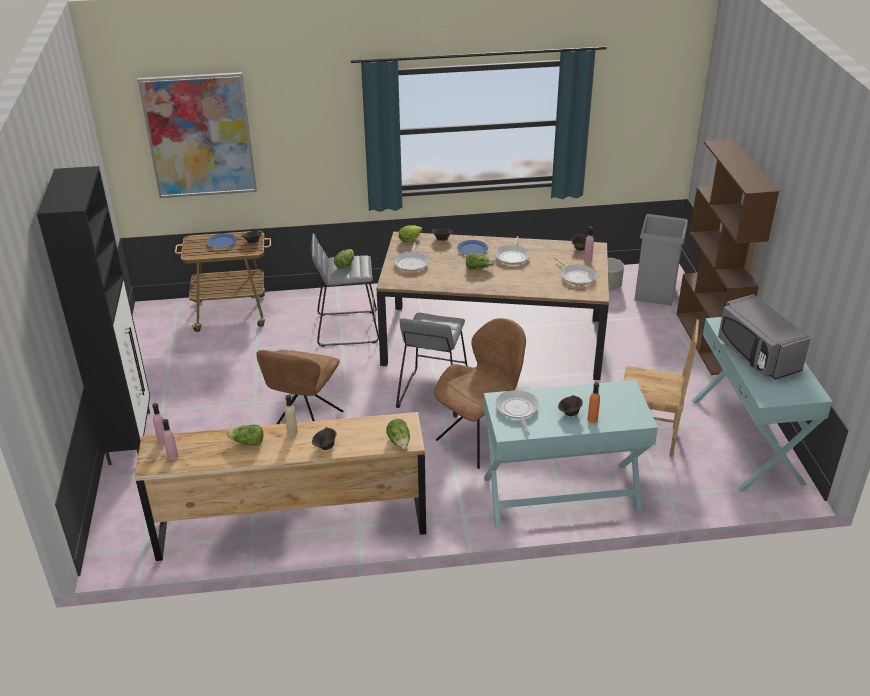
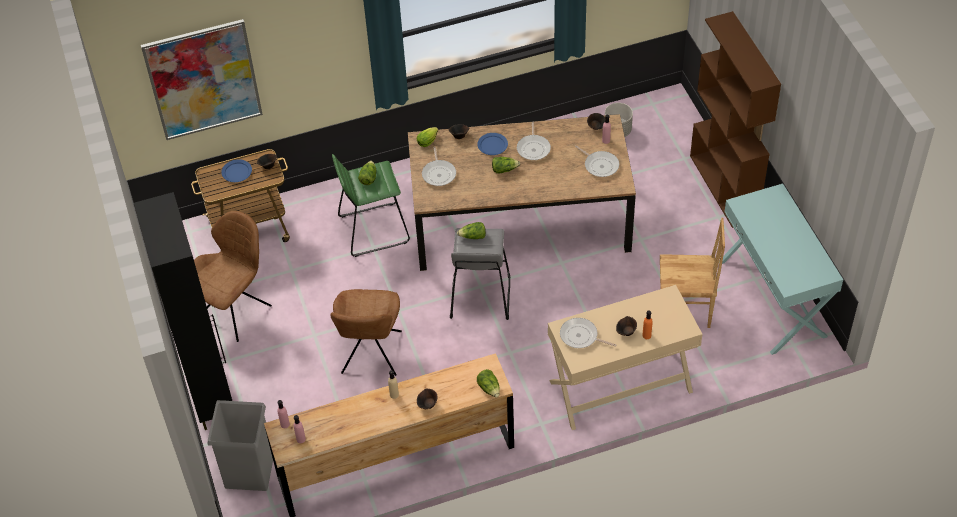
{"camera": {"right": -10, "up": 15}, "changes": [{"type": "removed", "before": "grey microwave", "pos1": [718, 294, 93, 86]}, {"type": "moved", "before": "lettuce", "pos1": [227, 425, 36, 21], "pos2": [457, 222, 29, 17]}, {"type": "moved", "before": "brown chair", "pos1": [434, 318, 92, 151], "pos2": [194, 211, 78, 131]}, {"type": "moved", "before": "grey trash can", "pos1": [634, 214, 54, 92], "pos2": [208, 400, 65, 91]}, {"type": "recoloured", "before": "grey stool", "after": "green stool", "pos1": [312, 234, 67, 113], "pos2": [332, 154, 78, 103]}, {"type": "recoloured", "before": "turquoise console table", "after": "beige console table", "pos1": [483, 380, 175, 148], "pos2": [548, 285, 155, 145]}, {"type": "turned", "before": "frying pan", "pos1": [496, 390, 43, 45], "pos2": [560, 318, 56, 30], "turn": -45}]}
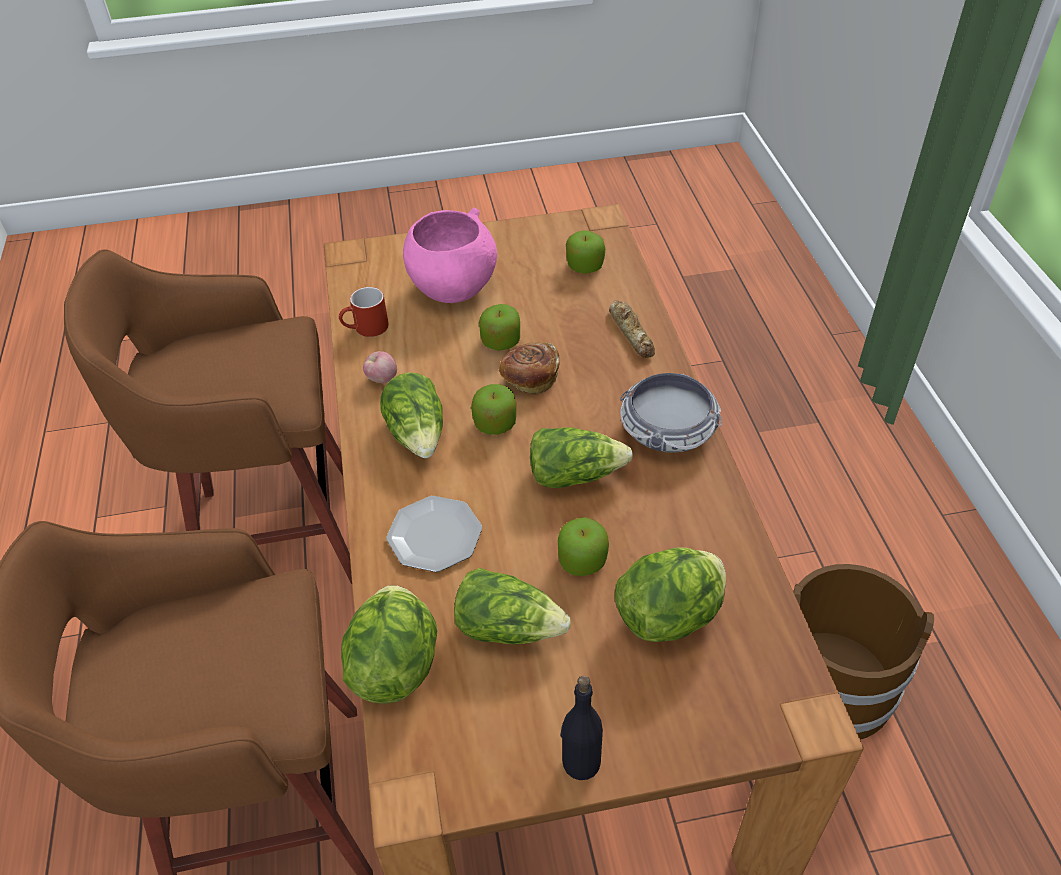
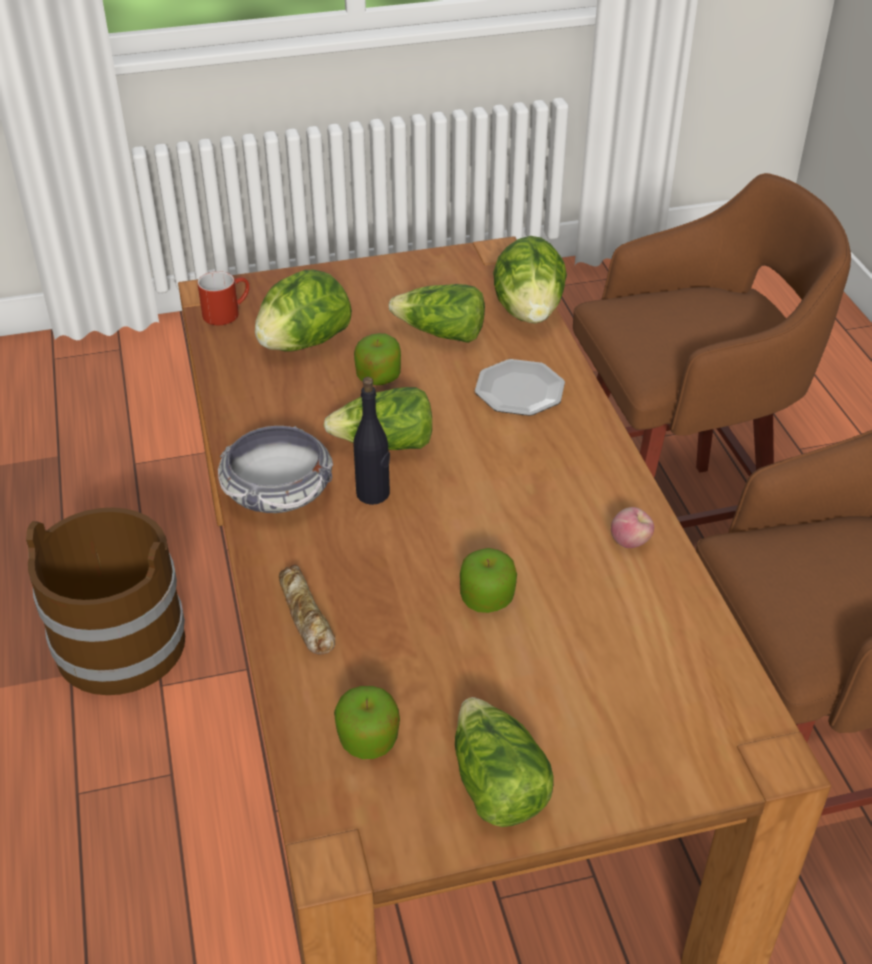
{"camera": {"right": 175, "up": -5}, "changes": [{"type": "removed", "before": "pink bowl", "pos1": [403, 208, 94, 95]}, {"type": "removed", "before": "apple", "pos1": [471, 384, 45, 51]}, {"type": "removed", "before": "bread", "pos1": [499, 342, 60, 53]}, {"type": "moved", "before": "red mug", "pos1": [339, 287, 50, 50], "pos2": [197, 271, 53, 54]}, {"type": "moved", "before": "lettuce", "pos1": [380, 372, 63, 86], "pos2": [455, 697, 99, 130]}, {"type": "moved", "before": "black bottle", "pos1": [561, 676, 42, 104], "pos2": [353, 377, 37, 128]}]}
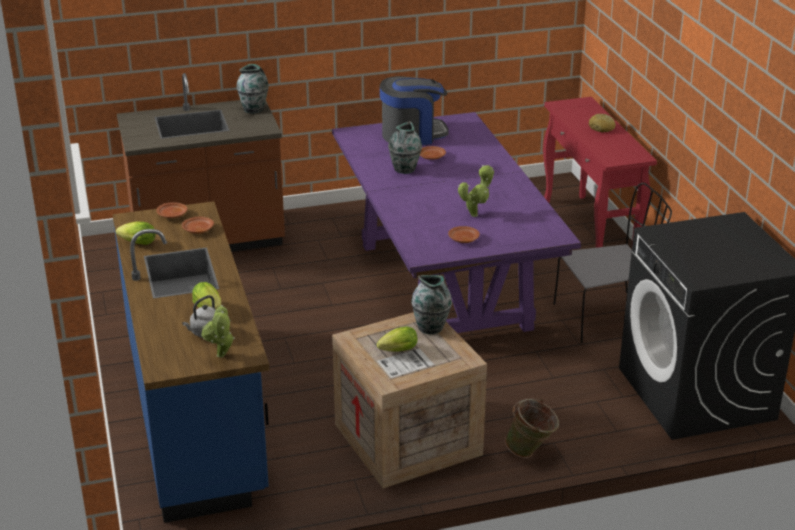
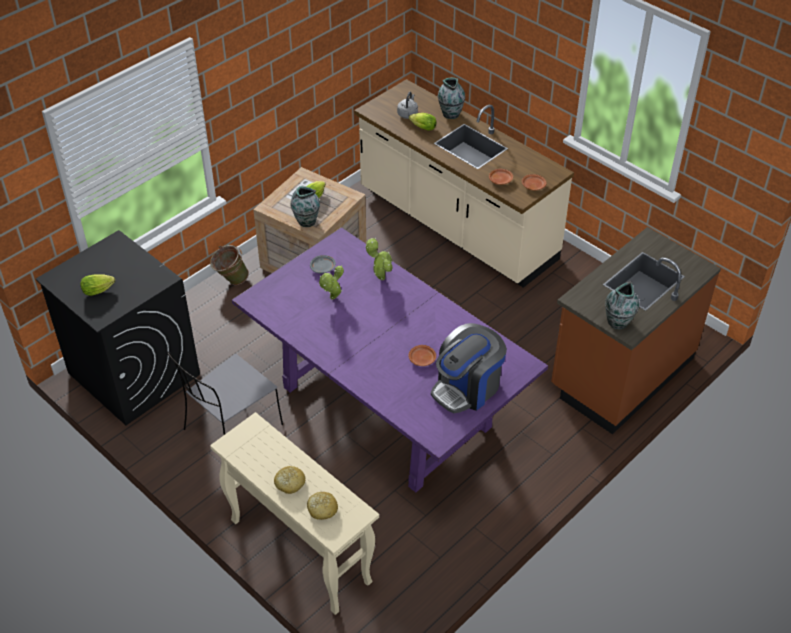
{"camera": {"right": 150, "up": 15}, "changes": [{"type": "added", "after": "bread", "pos2": [307, 492, 31, 28]}, {"type": "moved", "before": "lettuce", "pos1": [116, 222, 40, 23], "pos2": [80, 274, 35, 22]}, {"type": "moved", "before": "potted plant", "pos1": [201, 305, 34, 53], "pos2": [366, 238, 27, 42]}, {"type": "moved", "before": "vase", "pos1": [388, 121, 34, 53], "pos2": [438, 77, 27, 42]}, {"type": "recoloured", "before": "blue counter", "after": "beige counter", "pos1": [112, 201, 157, 322], "pos2": [354, 79, 220, 209]}, {"type": "recoloured", "before": "brown plate", "after": "grey plate", "pos1": [448, 226, 32, 17], "pos2": [310, 255, 26, 18]}, {"type": "recoloured", "before": "red console table", "after": "beige console table", "pos1": [543, 97, 114, 151], "pos2": [210, 412, 169, 203]}]}
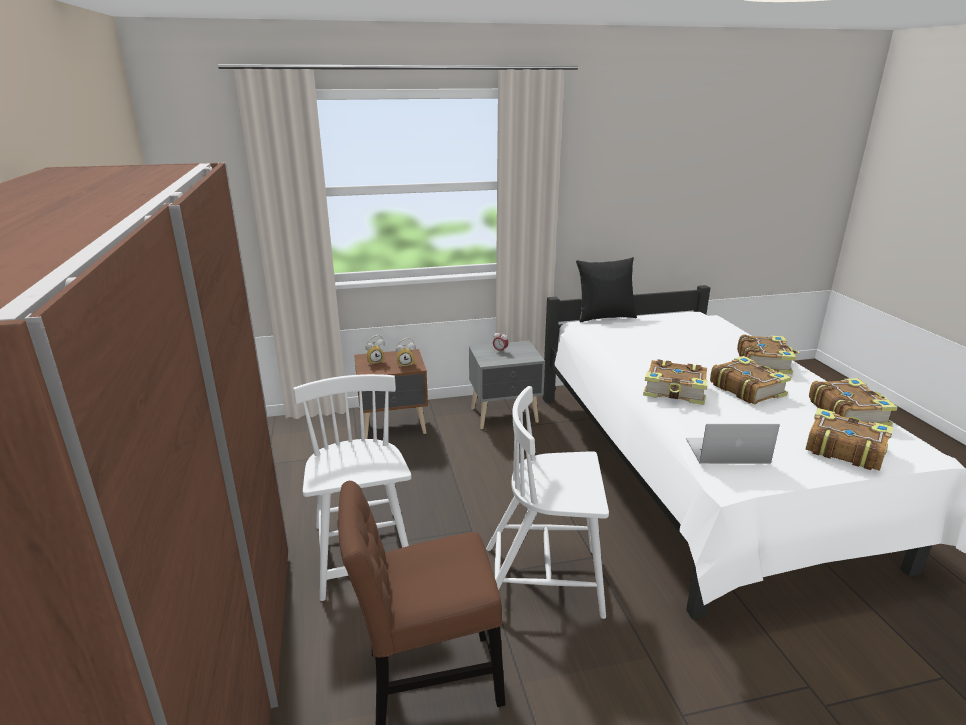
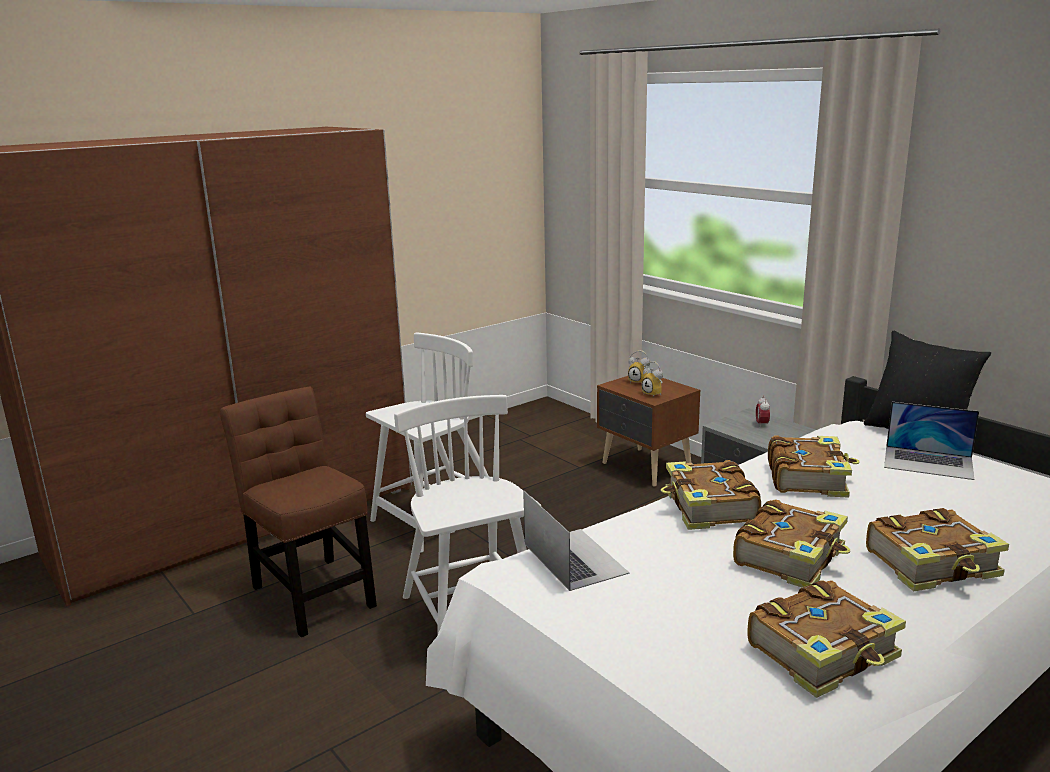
{"camera": {"right": 65, "up": -5}, "changes": [{"type": "added", "after": "laptop", "pos2": [884, 402, 95, 78]}, {"type": "moved", "before": "book", "pos1": [806, 408, 87, 63], "pos2": [768, 435, 92, 63]}]}
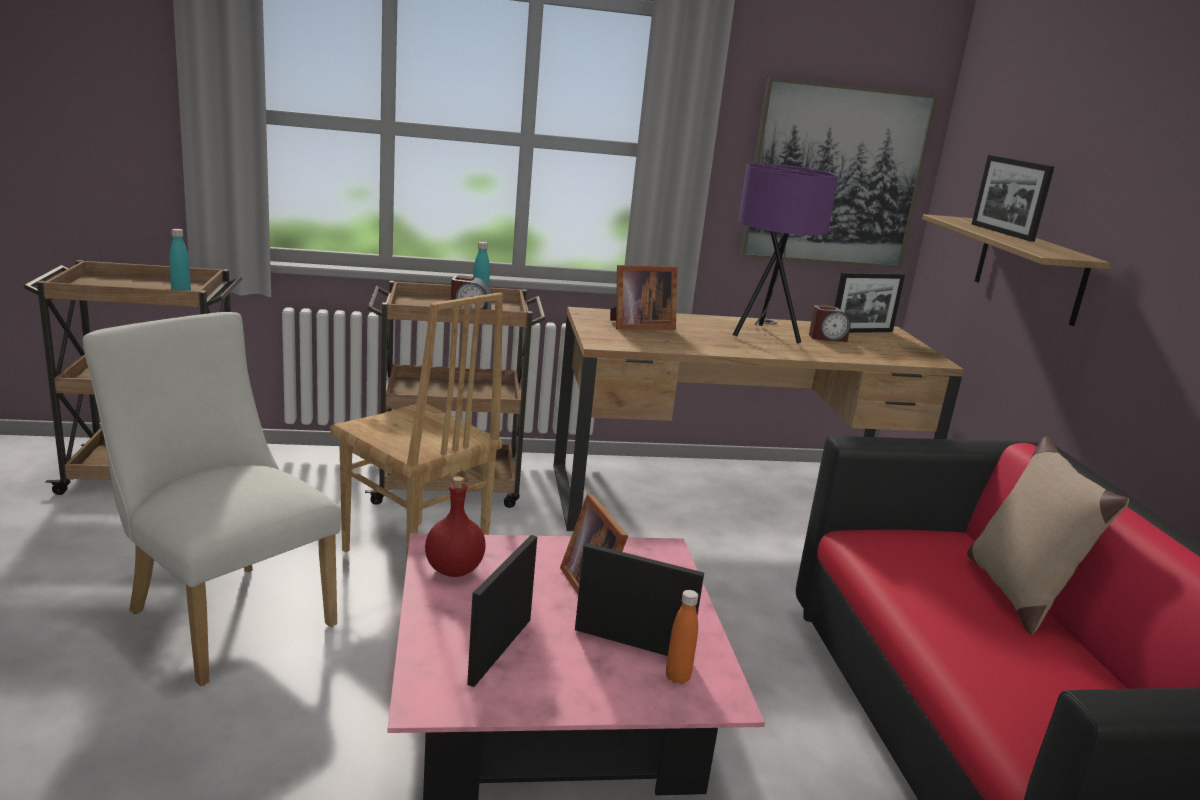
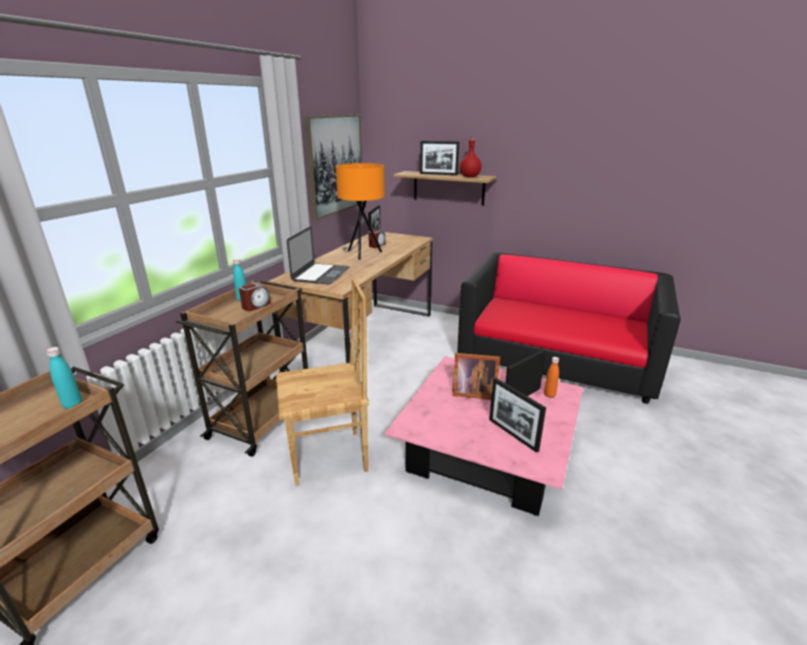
{"camera": {"right": -55, "up": 5}, "changes": [{"type": "removed", "before": "white chair", "pos1": [83, 312, 258, 374]}, {"type": "removed", "before": "beige pillow", "pos1": [967, 436, 162, 198]}, {"type": "moved", "before": "red bottle", "pos1": [425, 477, 61, 100], "pos2": [460, 137, 22, 40]}, {"type": "replaced", "before": "picture frame", "after": "laptop", "pos1": [610, 265, 67, 65], "pos2": [287, 226, 63, 58]}, {"type": "recoloured", "before": "purple table lamp", "after": "orange table lamp", "pos1": [733, 163, 106, 181], "pos2": [335, 163, 50, 97]}]}
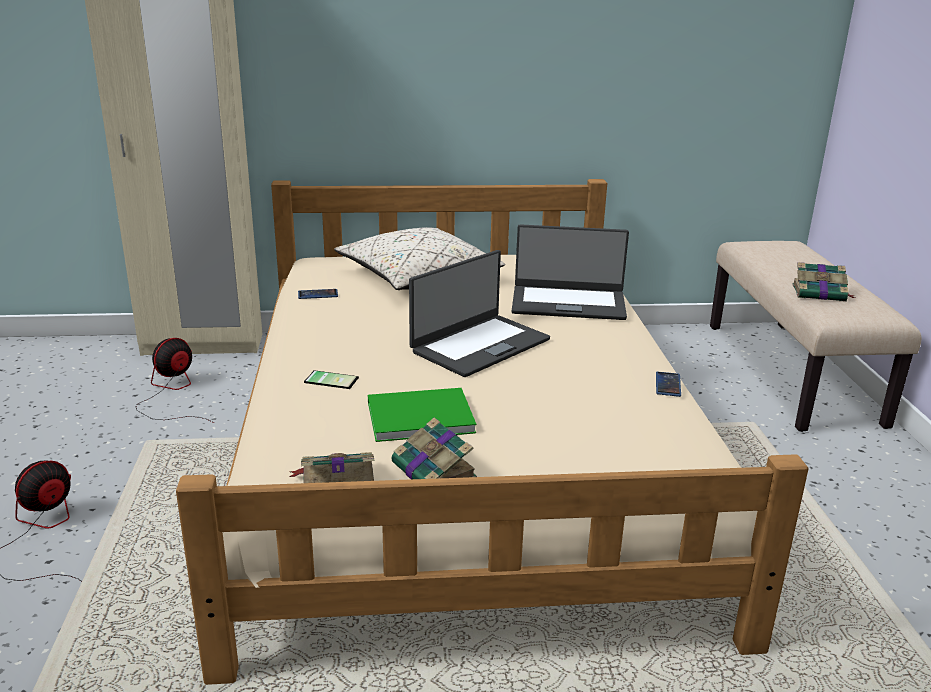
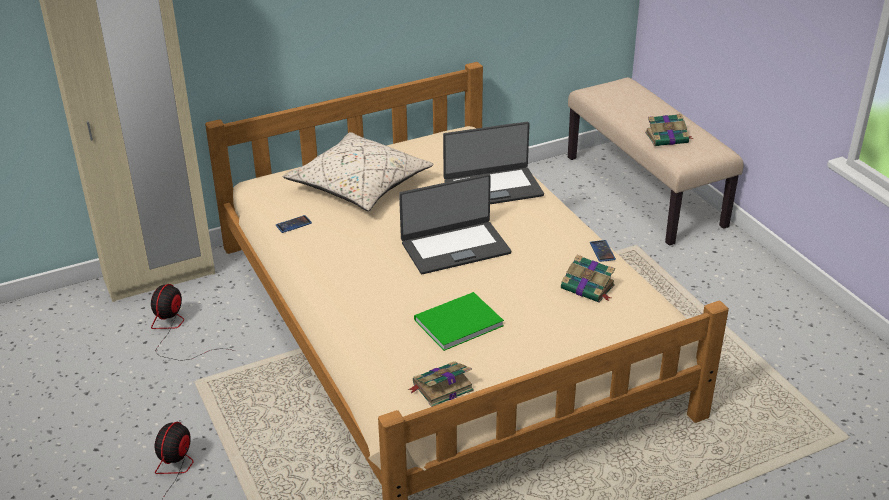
{"camera": {"right": -20, "up": 10}, "changes": [{"type": "removed", "before": "phone", "pos1": [304, 370, 55, 19]}, {"type": "moved", "before": "book", "pos1": [391, 418, 86, 61], "pos2": [561, 255, 54, 47]}, {"type": "turned", "before": "laptop", "pos1": [409, 250, 141, 127], "pos2": [399, 174, 112, 100], "turn": 45}]}
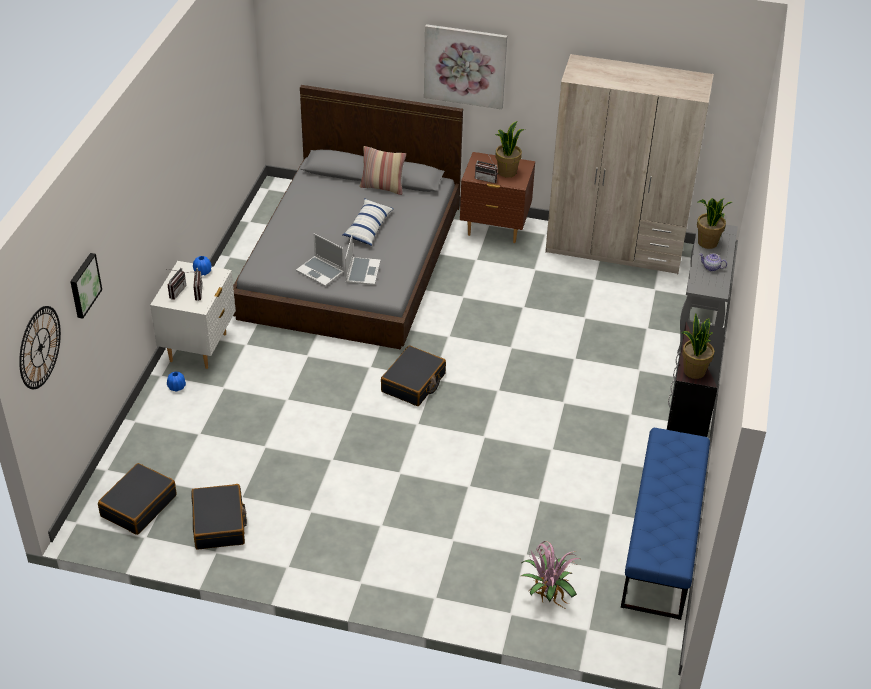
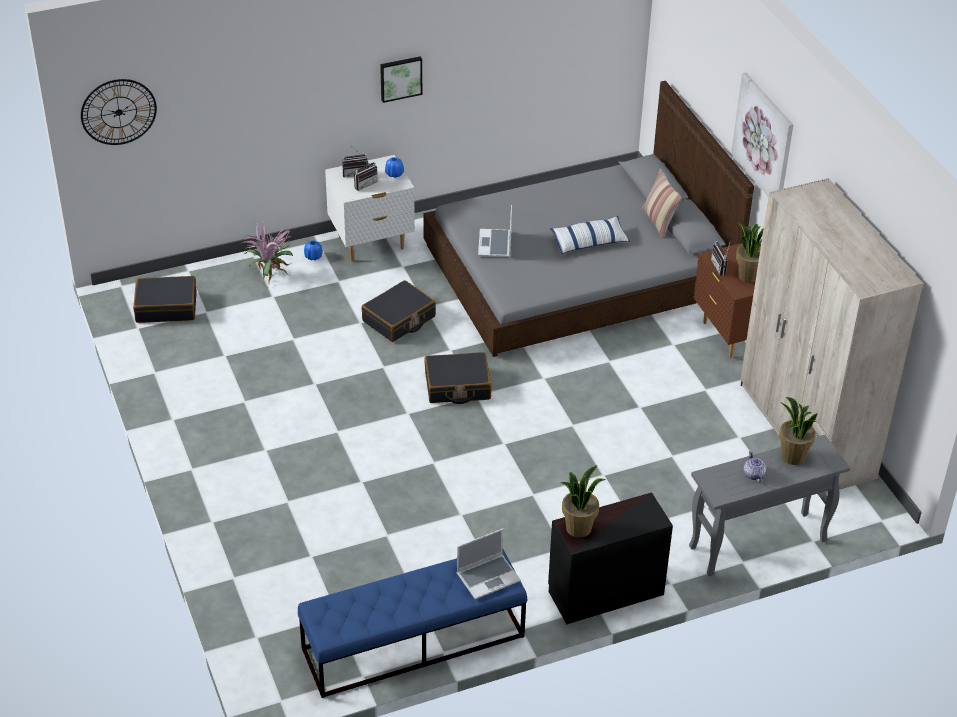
{"camera": {"right": 55, "up": 0}, "changes": [{"type": "moved", "before": "picture", "pos1": [70, 253, 32, 66], "pos2": [380, 57, 42, 46]}, {"type": "moved", "before": "black suitcase", "pos1": [191, 484, 56, 66], "pos2": [361, 280, 75, 62]}, {"type": "moved", "before": "laptop", "pos1": [345, 235, 36, 50], "pos2": [457, 528, 64, 72]}, {"type": "moved", "before": "potted plant", "pos1": [521, 541, 61, 69], "pos2": [242, 222, 51, 65]}]}
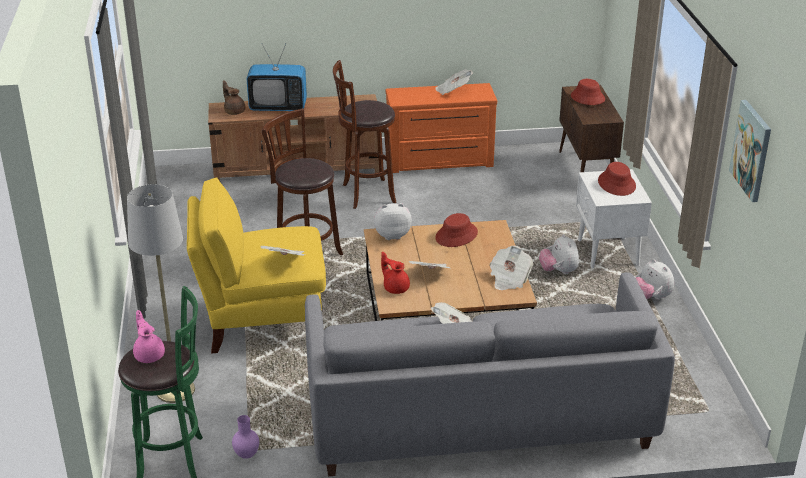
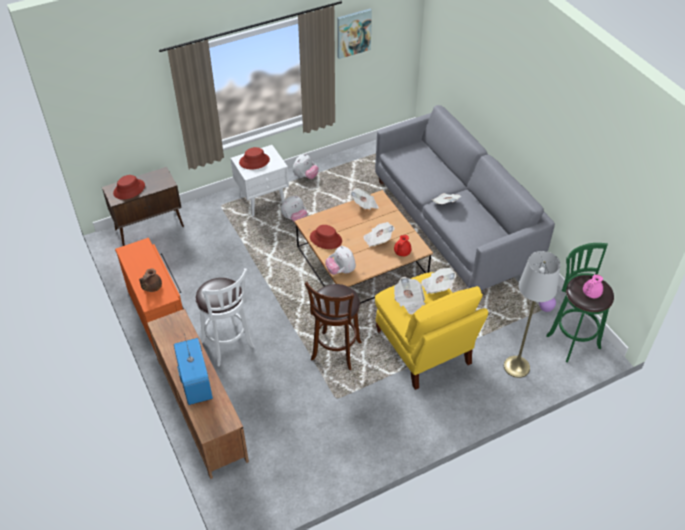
{"camera": {"right": -110, "up": 15}, "changes": [{"type": "moved", "before": "brown teapot", "pos1": [223, 81, 22, 34], "pos2": [139, 268, 23, 24]}, {"type": "moved", "before": "newspaper", "pos1": [435, 69, 38, 26], "pos2": [394, 277, 31, 38]}, {"type": "recoloured", "before": "brown stool", "after": "white stool", "pos1": [333, 60, 63, 149], "pos2": [196, 268, 59, 99]}]}
